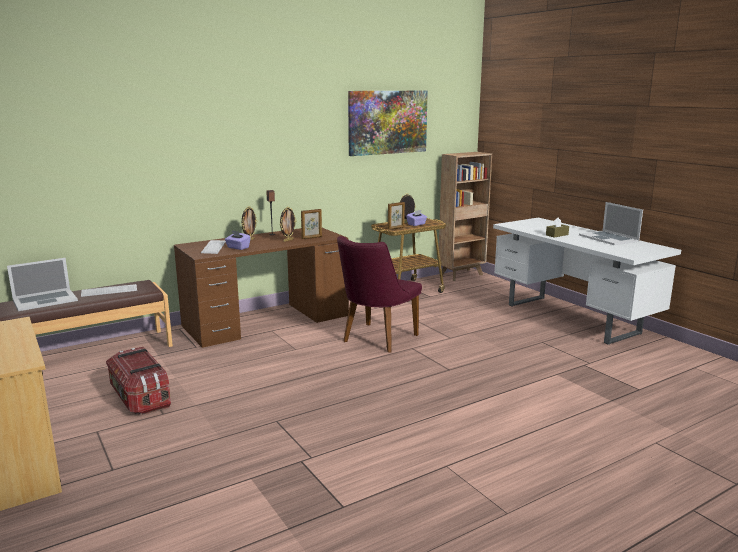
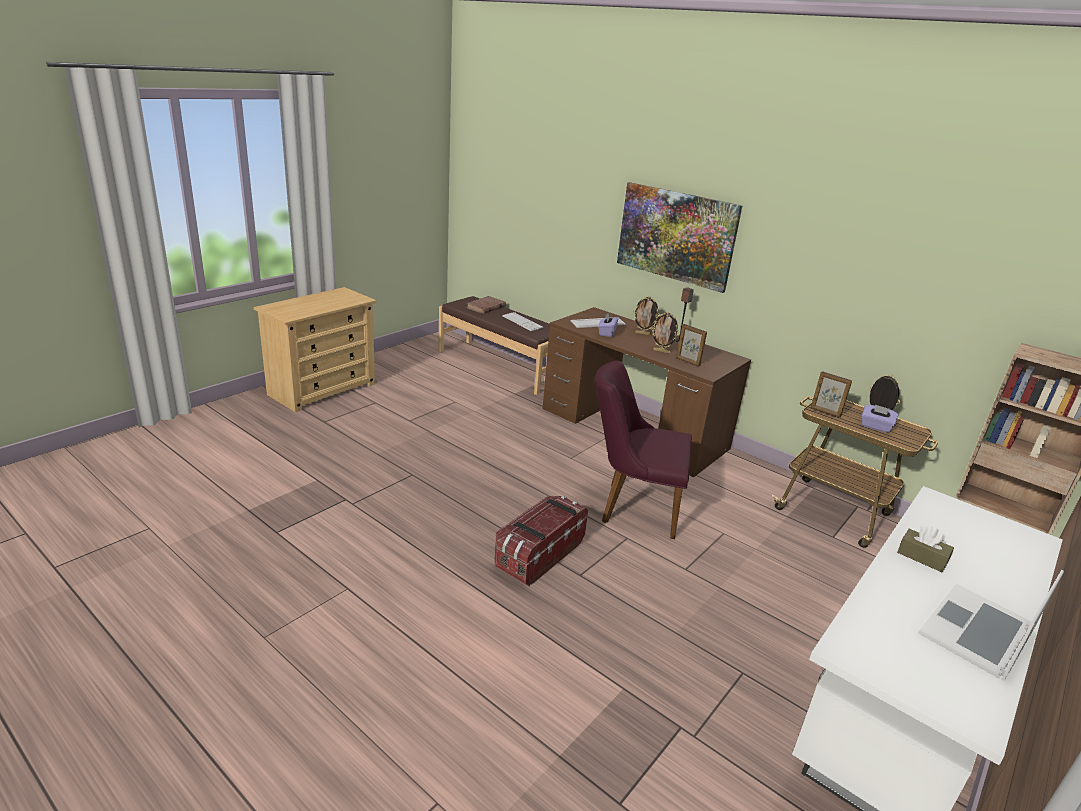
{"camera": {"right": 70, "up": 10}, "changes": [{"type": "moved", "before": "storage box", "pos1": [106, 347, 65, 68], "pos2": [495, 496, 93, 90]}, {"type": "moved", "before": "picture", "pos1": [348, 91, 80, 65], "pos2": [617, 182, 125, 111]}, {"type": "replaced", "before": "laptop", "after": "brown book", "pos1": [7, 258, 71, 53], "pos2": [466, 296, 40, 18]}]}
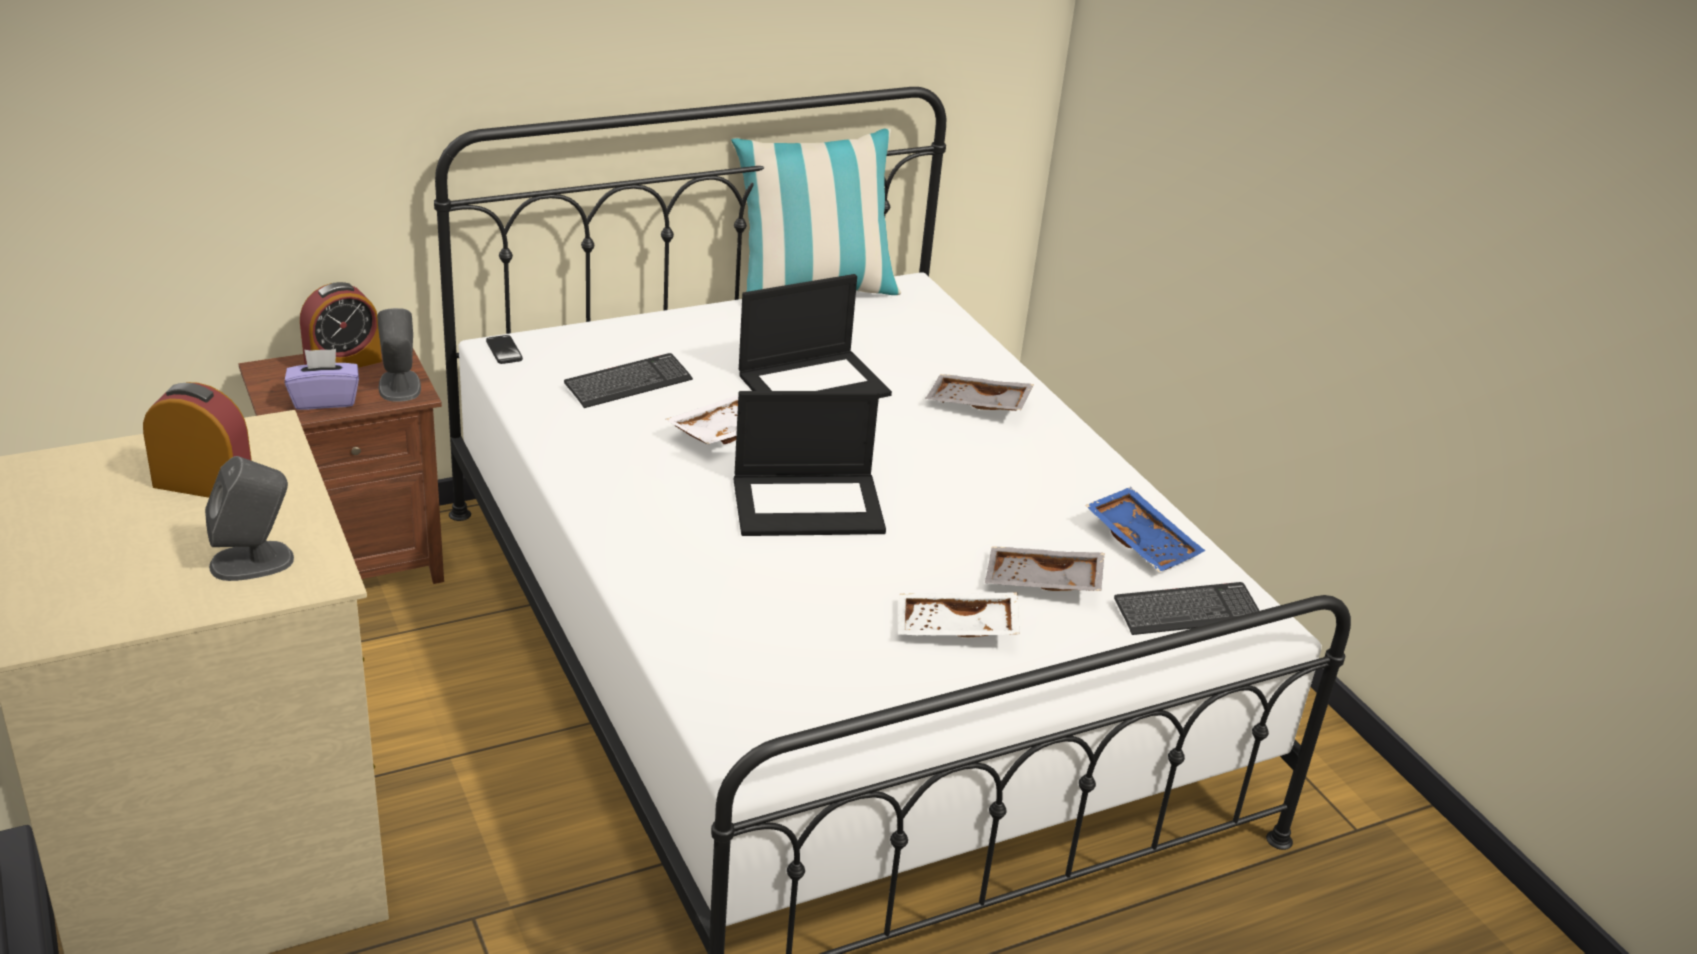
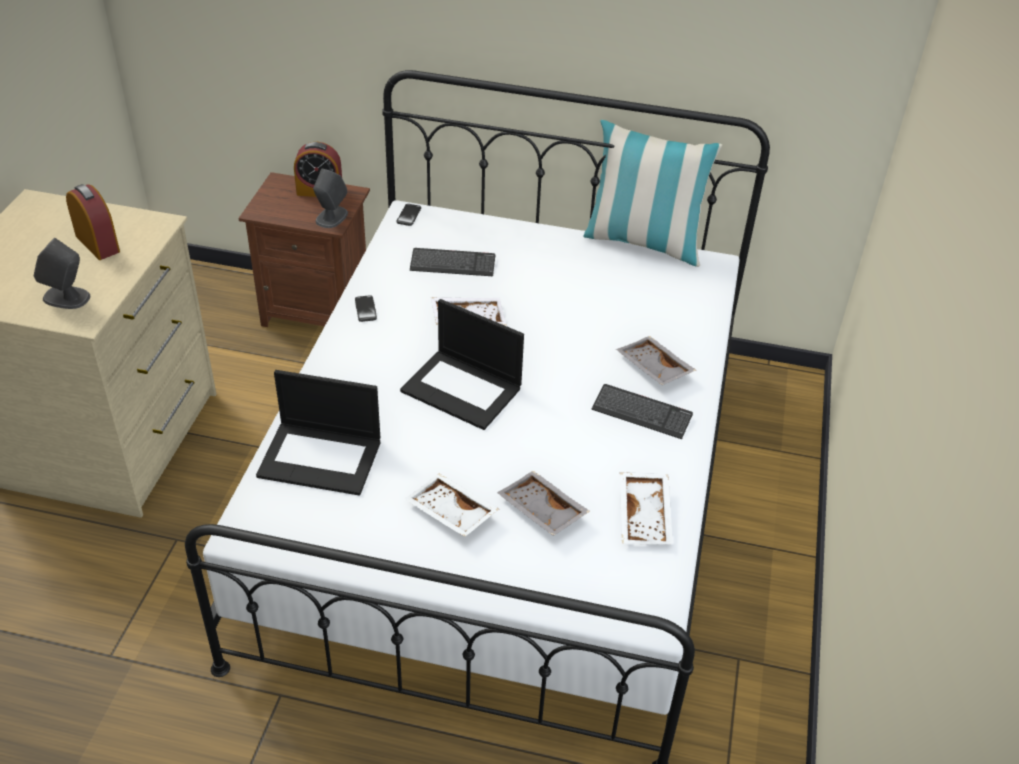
{"camera": {"right": 40, "up": 10}, "changes": [{"type": "removed", "before": "purple tissue box", "pos1": [285, 349, 74, 61]}, {"type": "added", "after": "phone", "pos2": [355, 295, 22, 27]}, {"type": "moved", "before": "laptop", "pos1": [739, 274, 153, 124], "pos2": [256, 370, 124, 126]}, {"type": "moved", "before": "keyboard", "pos1": [1114, 582, 146, 53], "pos2": [592, 384, 101, 55]}, {"type": "recoloured", "before": "blue tray", "after": "white tray", "pos1": [1085, 487, 120, 85], "pos2": [620, 472, 53, 73]}]}
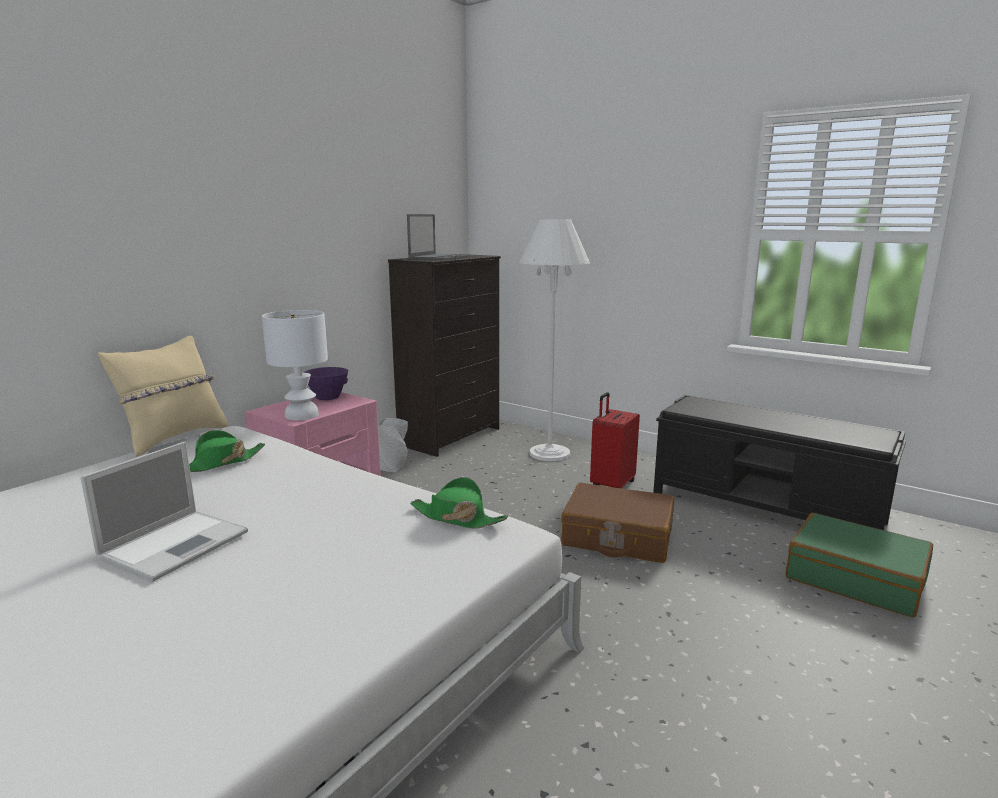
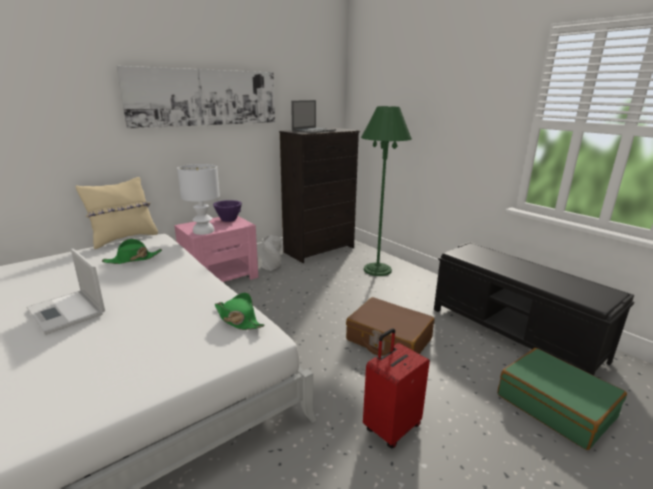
{"camera": {"right": 15, "up": 5}, "changes": [{"type": "added", "after": "picture", "pos2": [116, 66, 159, 63]}, {"type": "moved", "before": "red suitcase", "pos1": [590, 392, 50, 97], "pos2": [363, 328, 67, 120]}, {"type": "recoloured", "before": "white floor lamp", "after": "green floor lamp", "pos1": [519, 219, 71, 242], "pos2": [361, 106, 51, 170]}, {"type": "turned", "before": "laptop", "pos1": [81, 442, 167, 140], "pos2": [26, 249, 79, 86], "turn": 90}]}
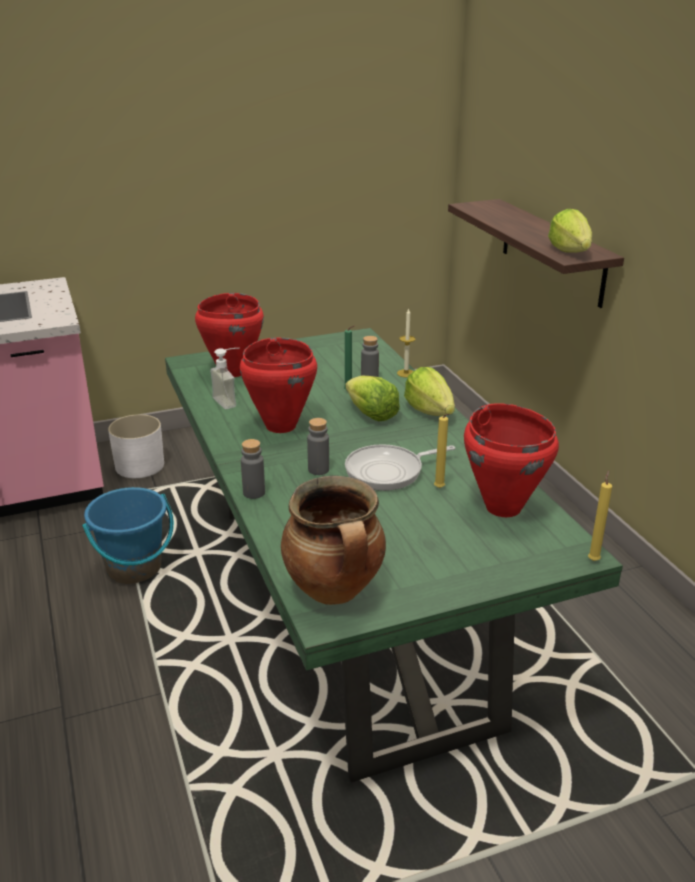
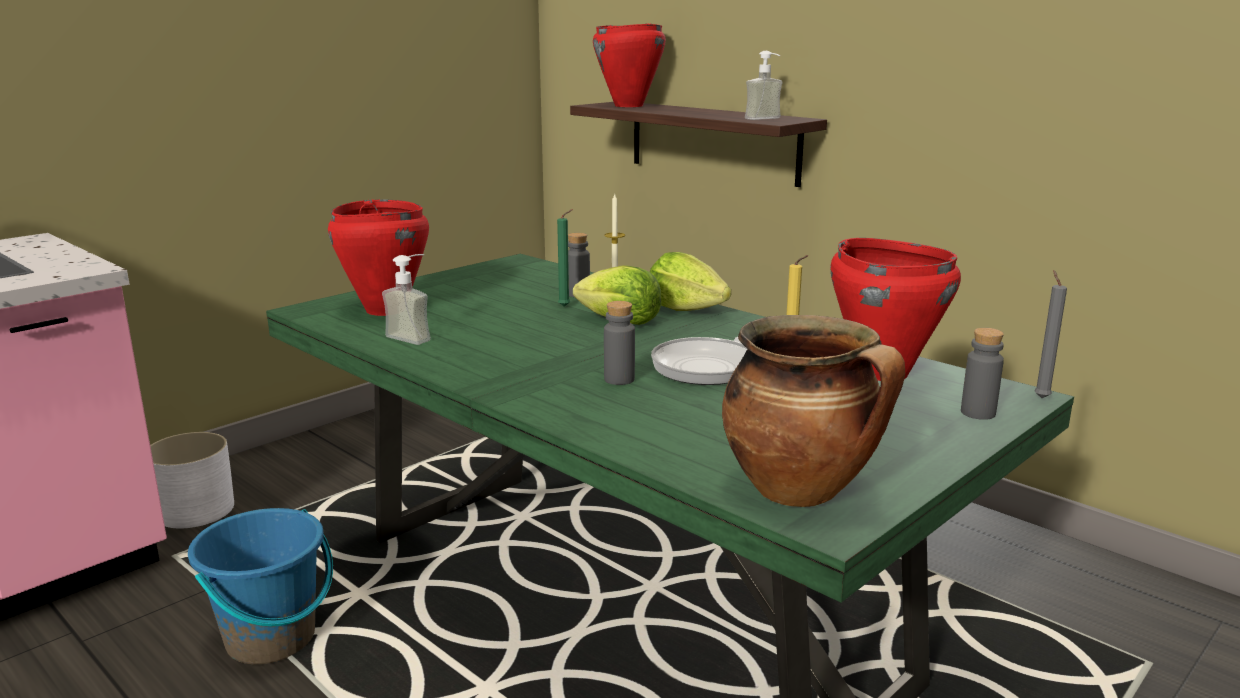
{"camera": {"right": -25, "up": -10}, "changes": [{"type": "moved", "before": "red cooking pot", "pos1": [240, 337, 77, 96], "pos2": [593, 23, 73, 84]}, {"type": "moved", "before": "grey bottle", "pos1": [241, 439, 24, 60], "pos2": [961, 328, 43, 92]}, {"type": "replaced", "before": "lettuce", "after": "soap dispenser", "pos1": [548, 209, 44, 44], "pos2": [745, 51, 38, 69]}, {"type": "recoloured", "before": "yellow candle", "after": "grey candle", "pos1": [588, 471, 24, 90], "pos2": [1034, 270, 33, 128]}]}
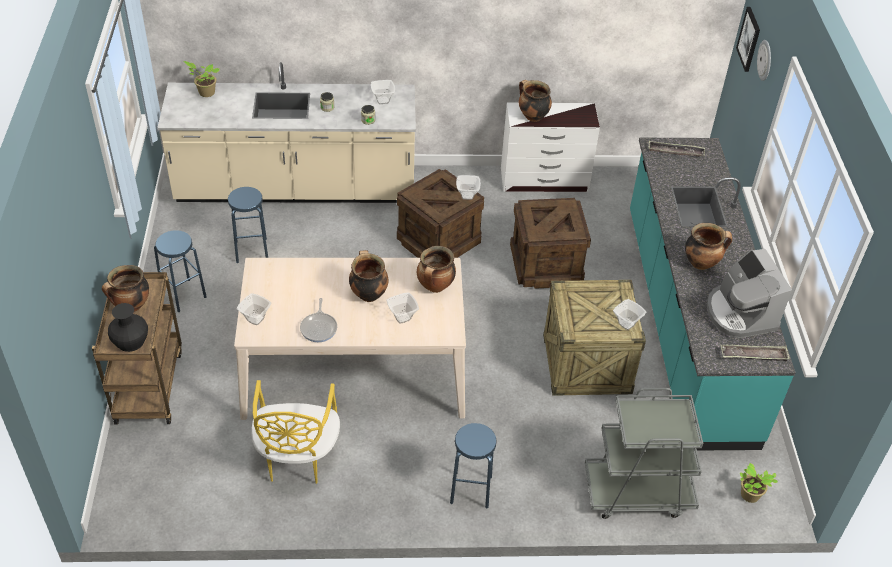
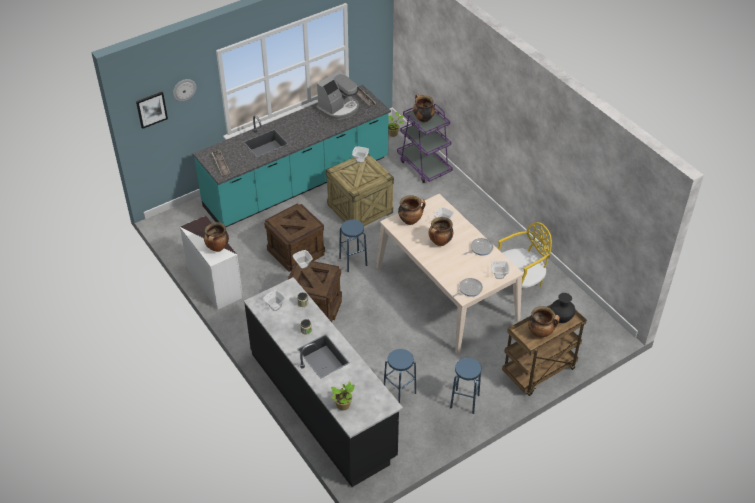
{"camera": {"right": -120, "up": 0}, "changes": [{"type": "added", "after": "frying pan", "pos2": [452, 278, 31, 19]}, {"type": "moved", "before": "blue stool", "pos1": [450, 423, 47, 86], "pos2": [339, 220, 28, 52]}, {"type": "moved", "before": "cooking pot", "pos1": [685, 223, 47, 47], "pos2": [413, 94, 22, 29]}, {"type": "recoloured", "before": "beige counter", "after": "black counter", "pos1": [157, 62, 259, 141], "pos2": [244, 277, 159, 210]}, {"type": "recoloured", "before": "grey cart", "after": "purple cart", "pos1": [585, 388, 118, 131], "pos2": [397, 104, 56, 79]}]}
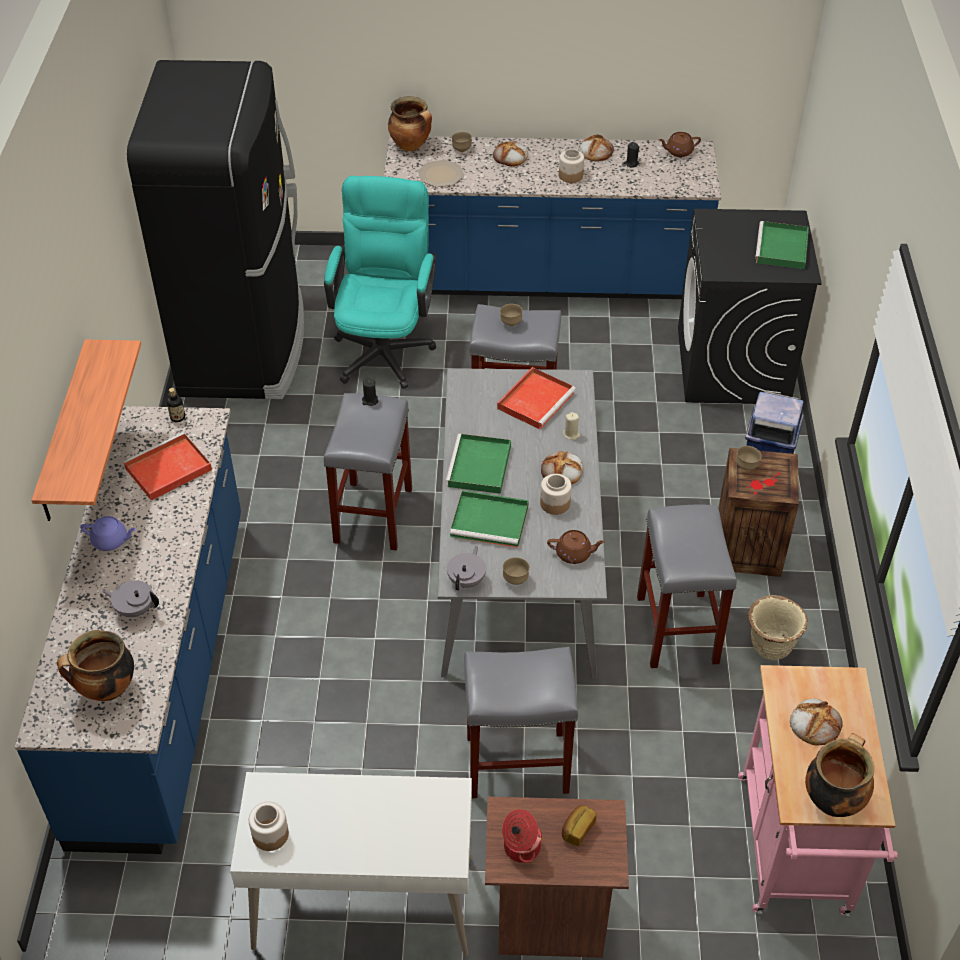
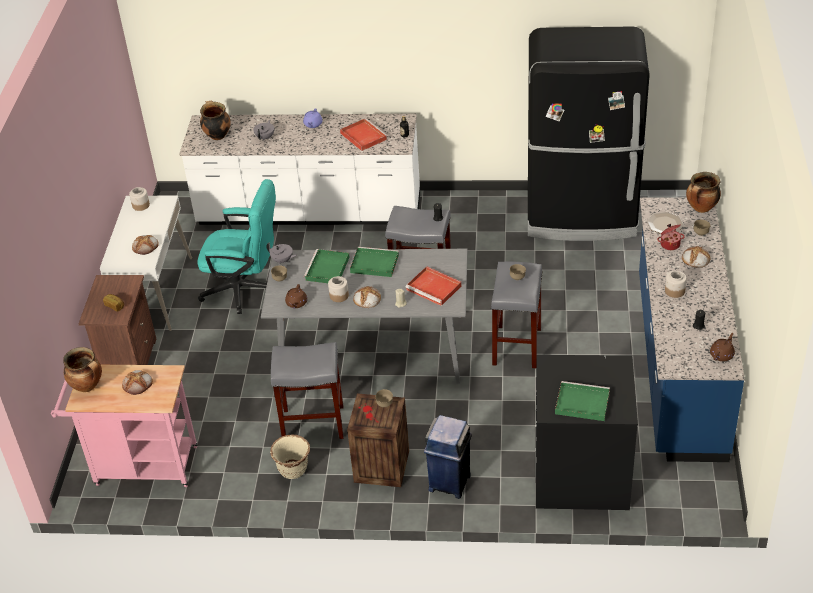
{"camera": {"right": 95, "up": -5}, "changes": [{"type": "removed", "before": "shelf", "pos1": [31, 340, 110, 181]}, {"type": "removed", "before": "grey stool", "pos1": [464, 647, 114, 151]}, {"type": "moved", "before": "turquoise office chair", "pos1": [324, 176, 112, 213], "pos2": [197, 179, 79, 135]}, {"type": "moved", "before": "cooking pot", "pos1": [502, 809, 40, 54], "pos2": [657, 224, 27, 26]}, {"type": "moved", "before": "bread", "pos1": [578, 134, 36, 27], "pos2": [132, 235, 27, 20]}, {"type": "recoloured", "before": "blue counter", "after": "white counter", "pos1": [15, 406, 226, 448], "pos2": [179, 114, 241, 111]}, {"type": "turned", "before": "brown teapot", "pos1": [659, 132, 42, 25], "pos2": [710, 333, 25, 28], "turn": 45}]}
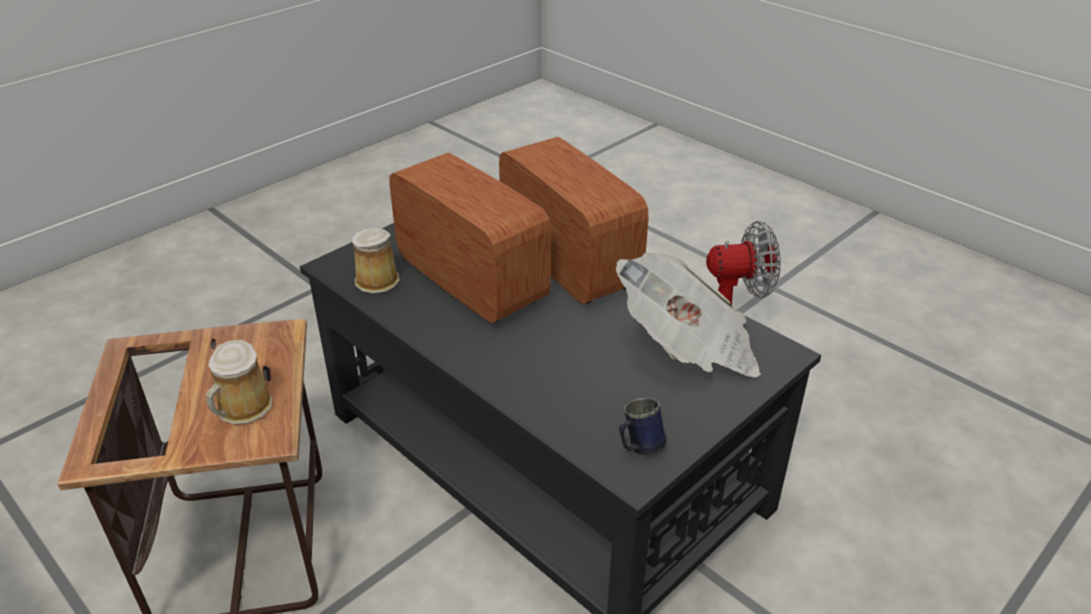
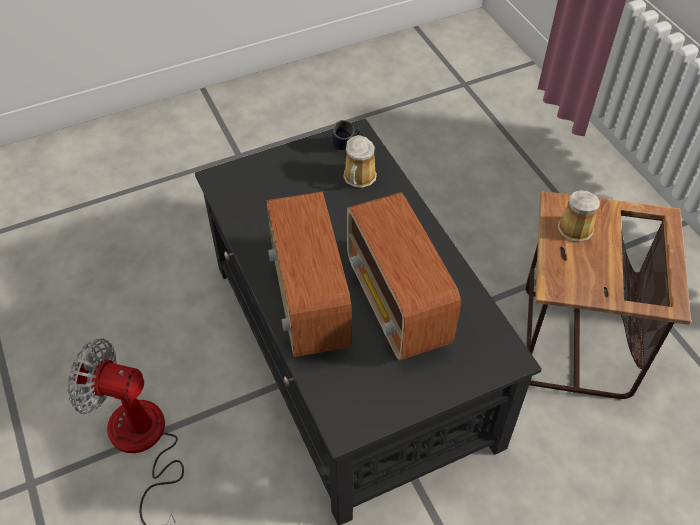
{"camera": {"right": -160, "up": 15}, "changes": [{"type": "removed", "before": "newspaper", "pos1": [616, 253, 145, 125]}, {"type": "moved", "before": "mug", "pos1": [352, 228, 47, 66], "pos2": [343, 135, 34, 53]}]}
